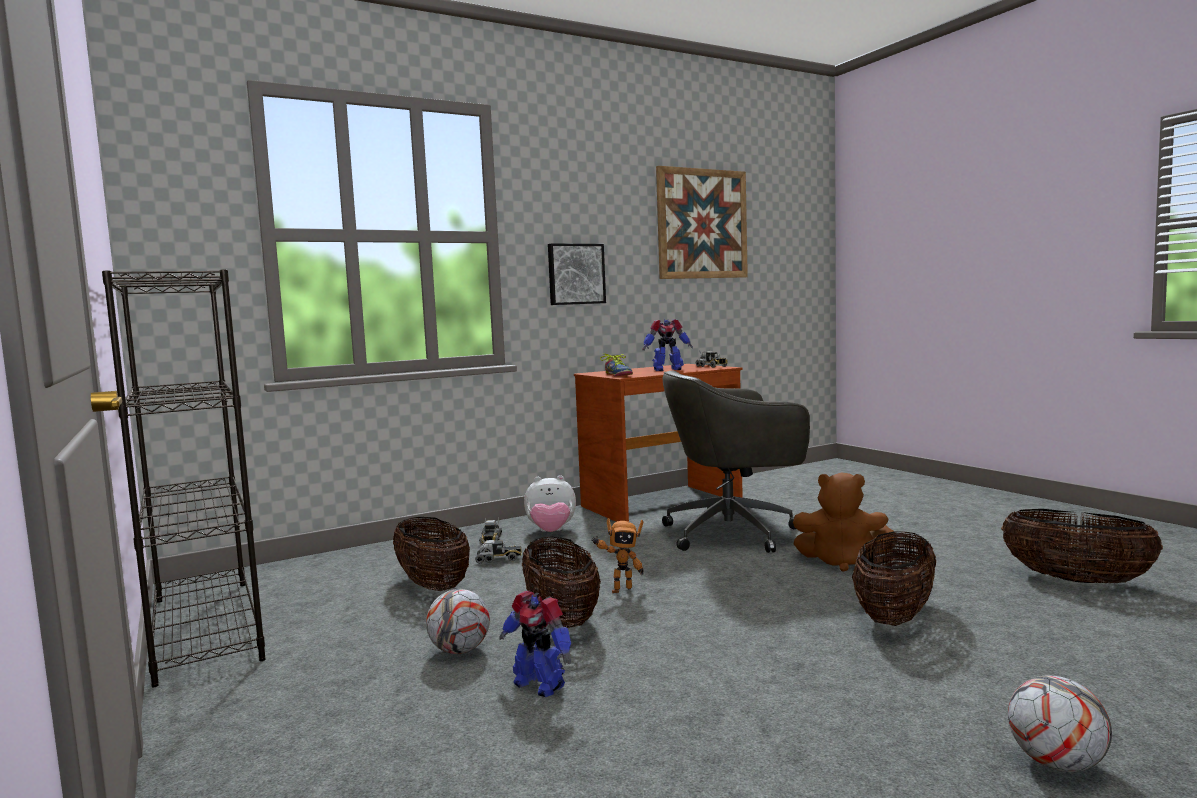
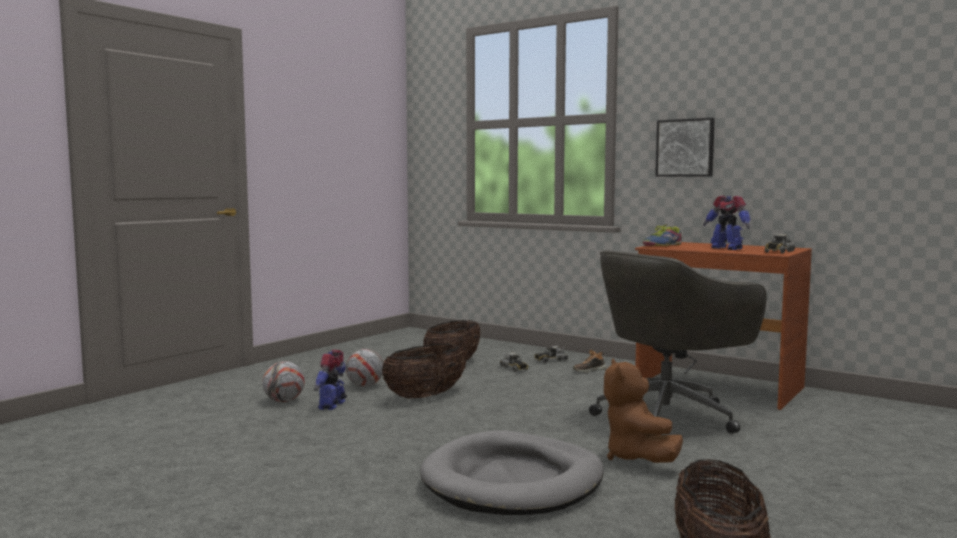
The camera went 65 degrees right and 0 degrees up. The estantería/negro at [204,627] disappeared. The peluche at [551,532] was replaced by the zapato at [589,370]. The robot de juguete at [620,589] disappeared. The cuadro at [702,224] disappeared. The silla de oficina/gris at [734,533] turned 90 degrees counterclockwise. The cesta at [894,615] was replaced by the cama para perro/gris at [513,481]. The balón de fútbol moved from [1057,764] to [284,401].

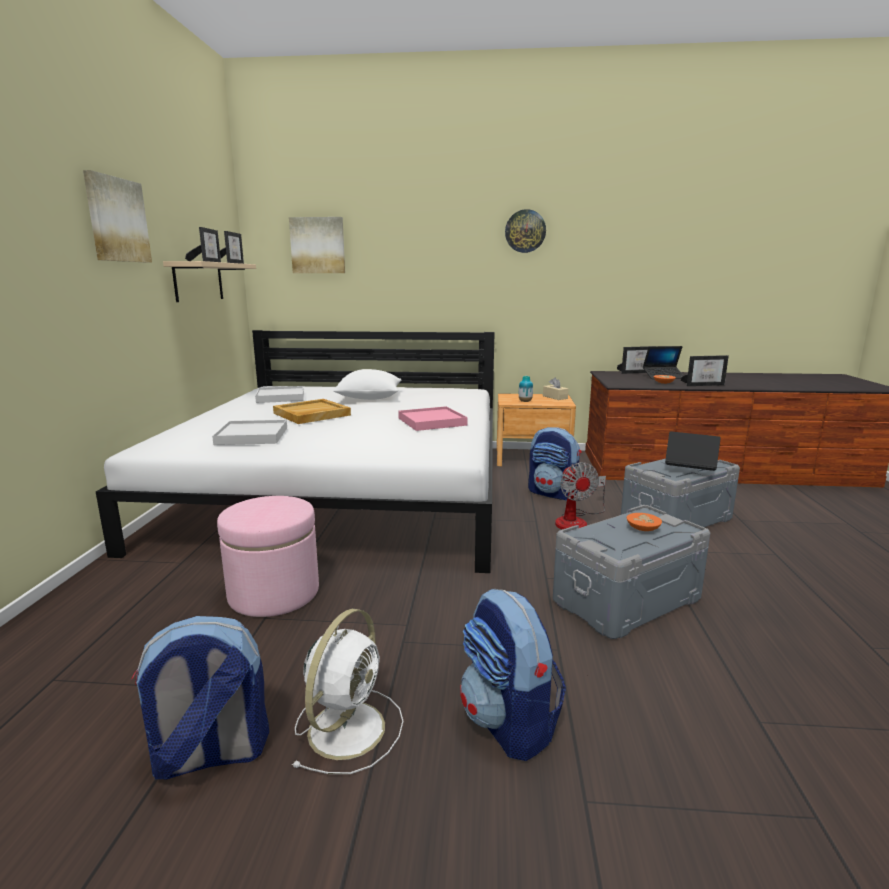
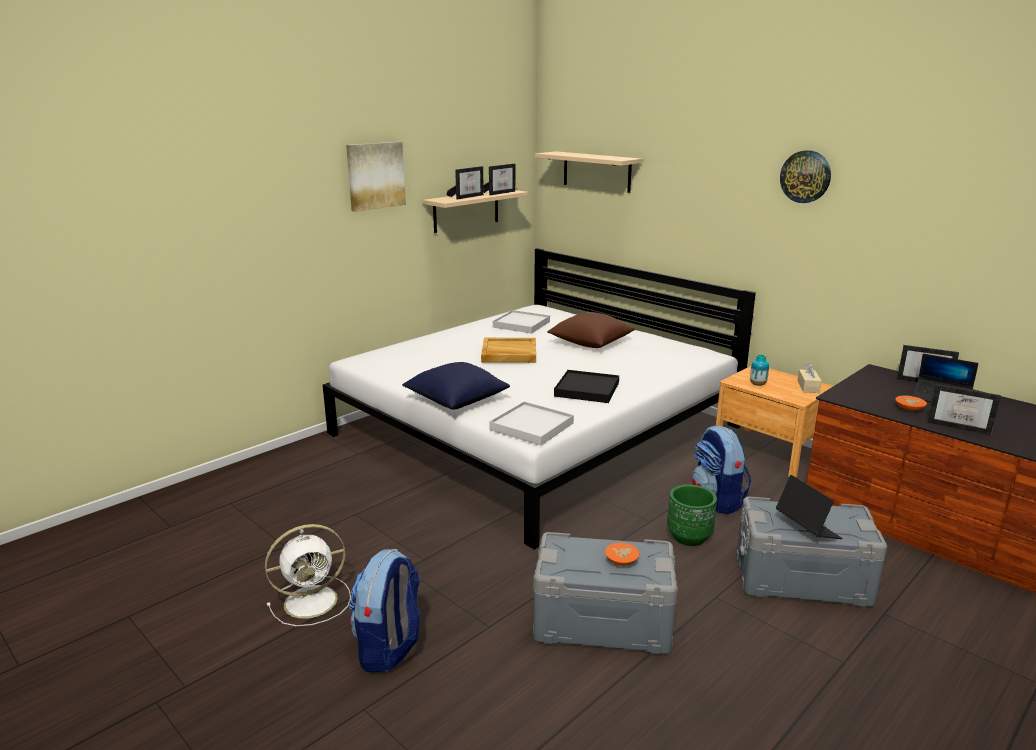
The camera went 40 degrees right and 5 degrees up. The mochila at [210,755] disappeared. The bandeja/blanco moved from [252,436] to [531,426]. The puf/rosa at [274,593] disappeared. The cuadro at [318,245] was replaced by the estante/beis at [596,171]. The cojín/blanco at [369,398] became the cojín/marrón at [590,343]. The bandeja/rosa at [431,422] became the bandeja/negro at [586,389]. The ventilador at [576,521] was replaced by the maceta/verde at [689,537]. The cojín/azul at [456,401] appeared.

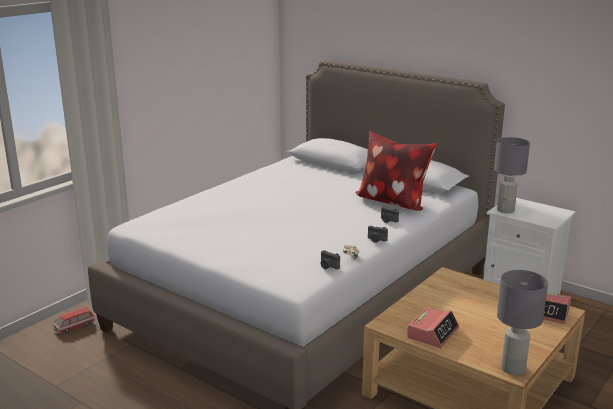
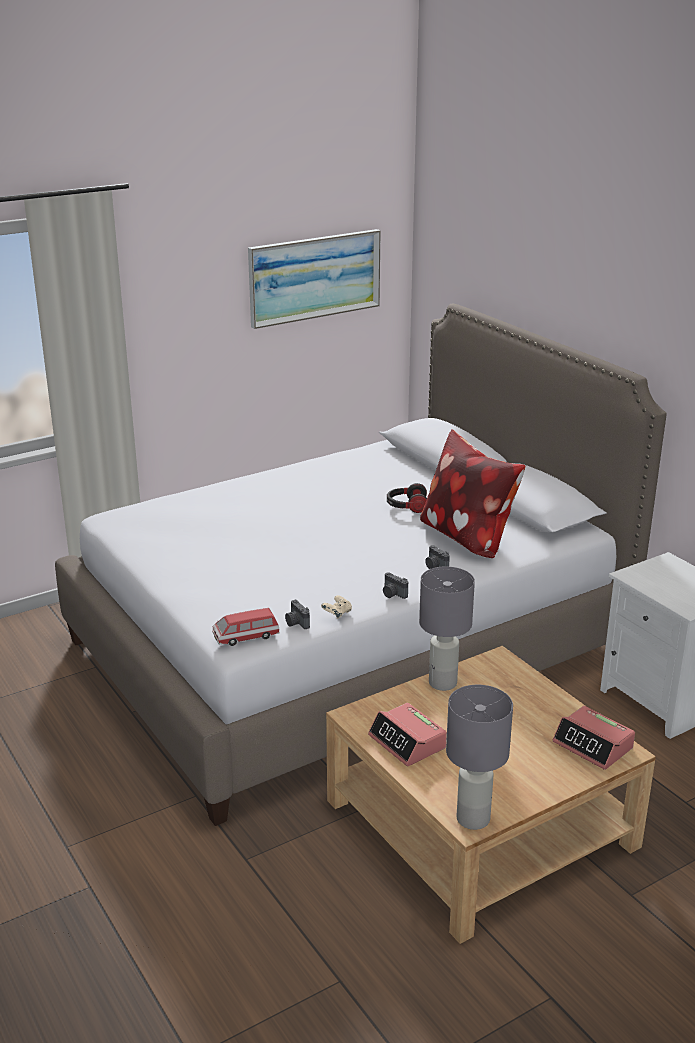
The camera went 20 degrees right and 5 degrees up. The coche de juguete moved from [74,326] to [246,637]. The despertador at [433,333] turned 90 degrees clockwise. The lámpara de mesa/gris moved from [506,210] to [442,683]. The cuadro at [314,277] appeared. The auriculares at [406,507] appeared.

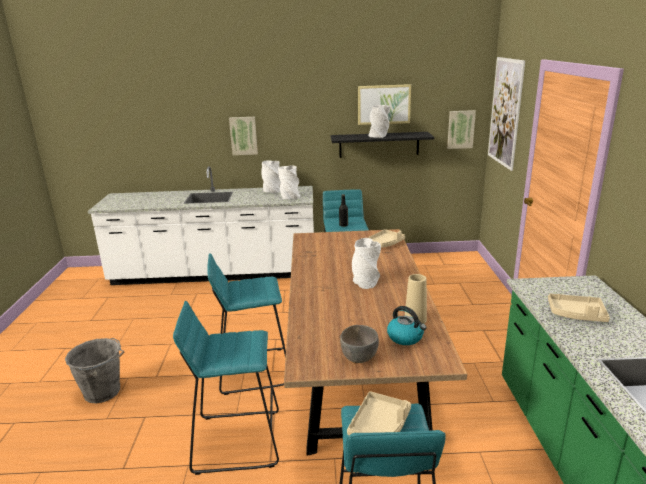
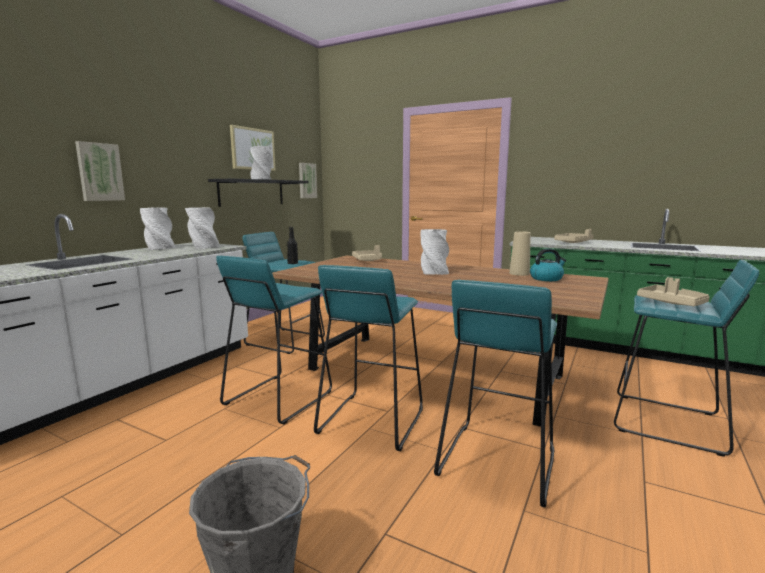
The camera went 60 degrees left and 10 degrees down. The cuenco/gris at [359,357] disappeared. The cuadro at [505,112] disappeared. The taburete/turquesa at [277,398] appeared.

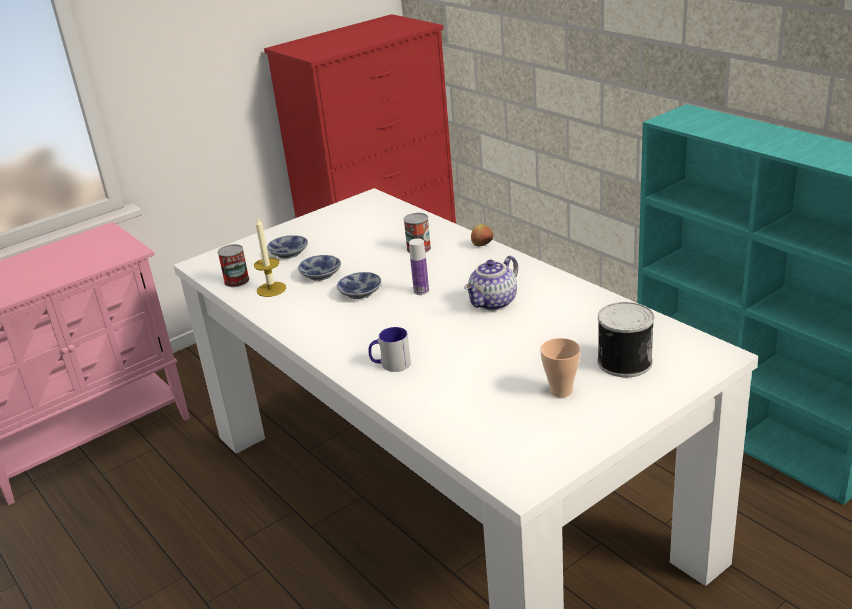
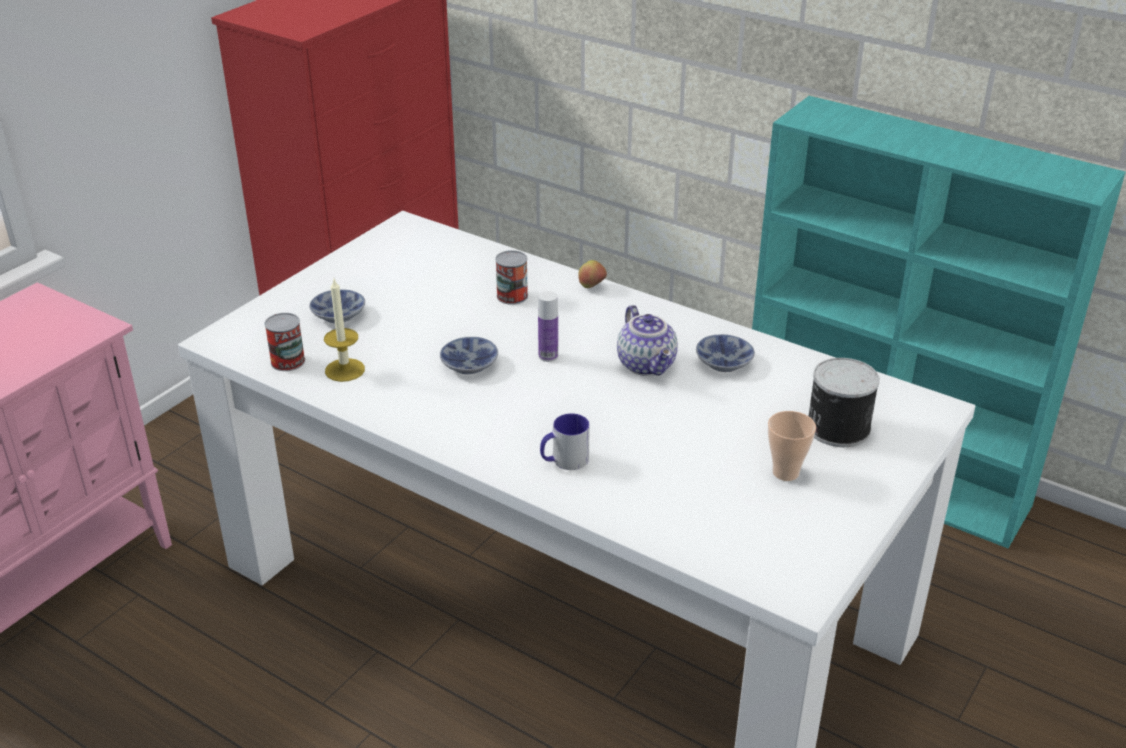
The camera went 20 degrees left and 5 degrees up. The cuenco moved from [319,274] to [721,362]. The tetera at [494,303] turned 45 degrees counterclockwise.

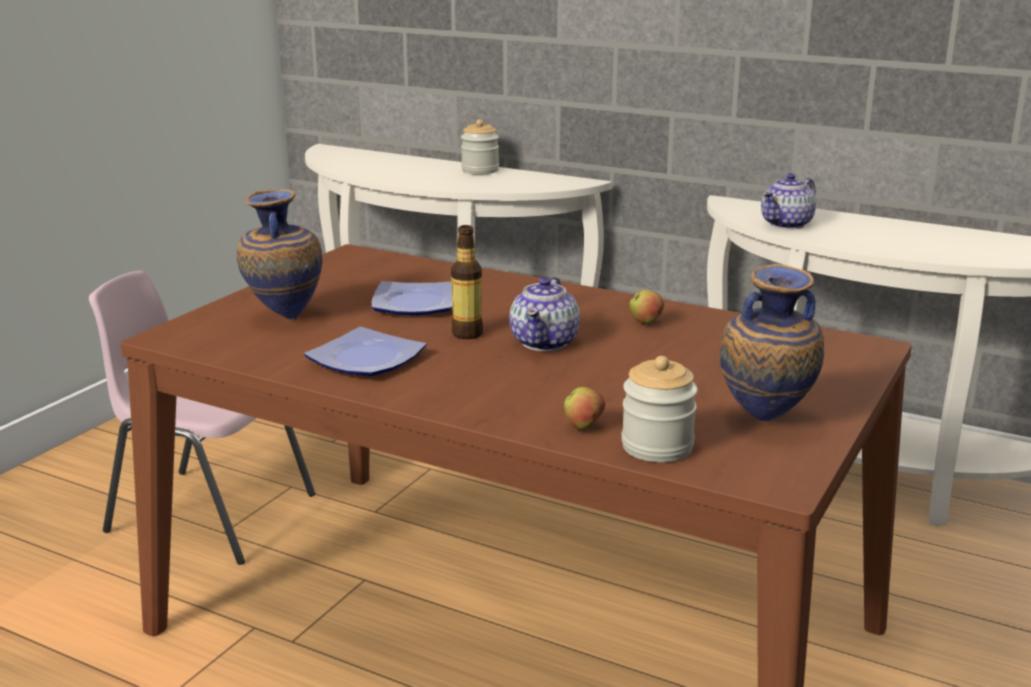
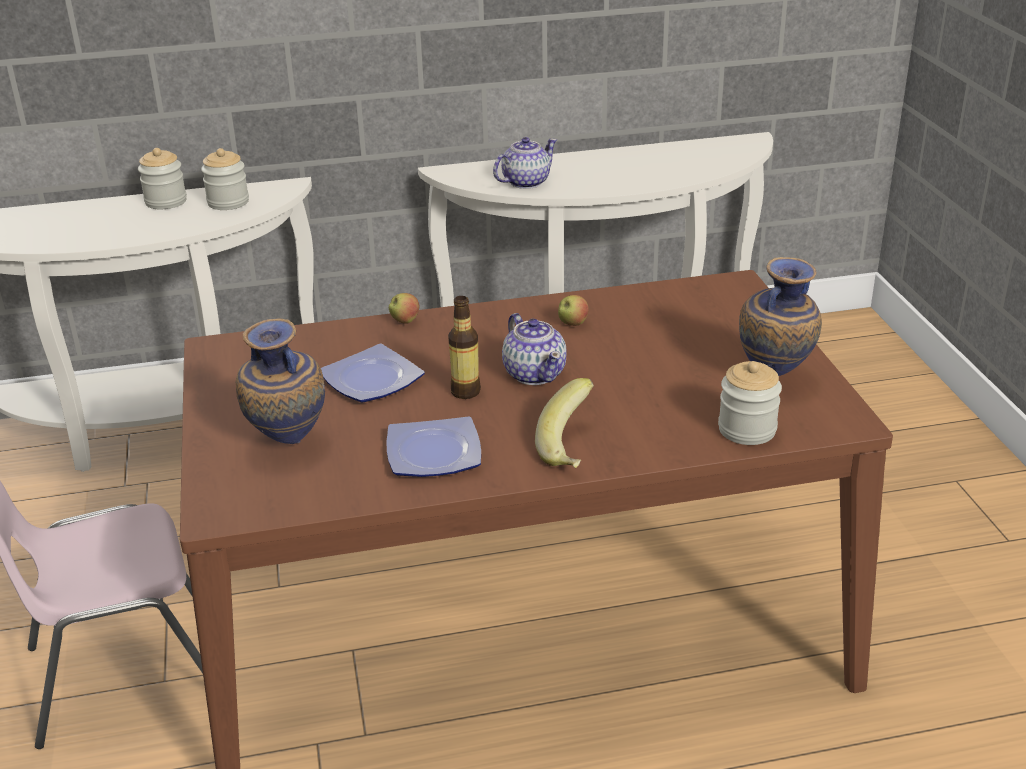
The camera went 40 degrees left and 10 degrees up. The manzana moved from [583,427] to [405,321]. The tetera at [787,224] turned 135 degrees counterclockwise. The tarro at [228,202] appeared. The plátano at [573,448] appeared.

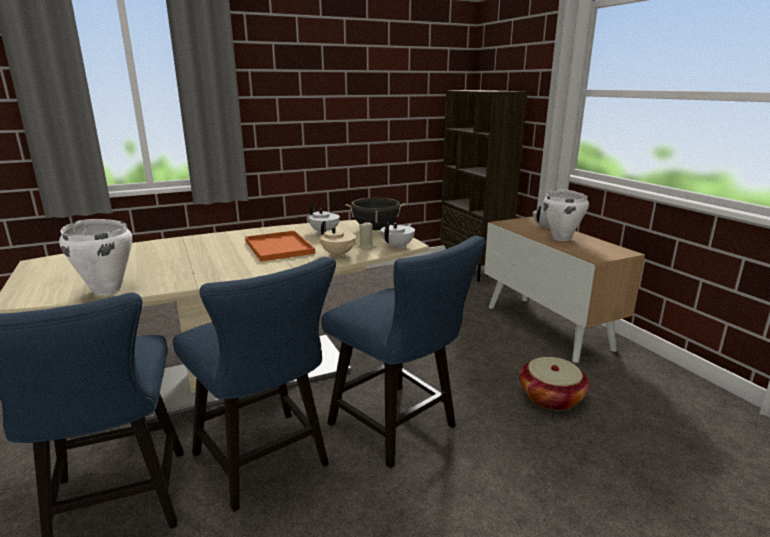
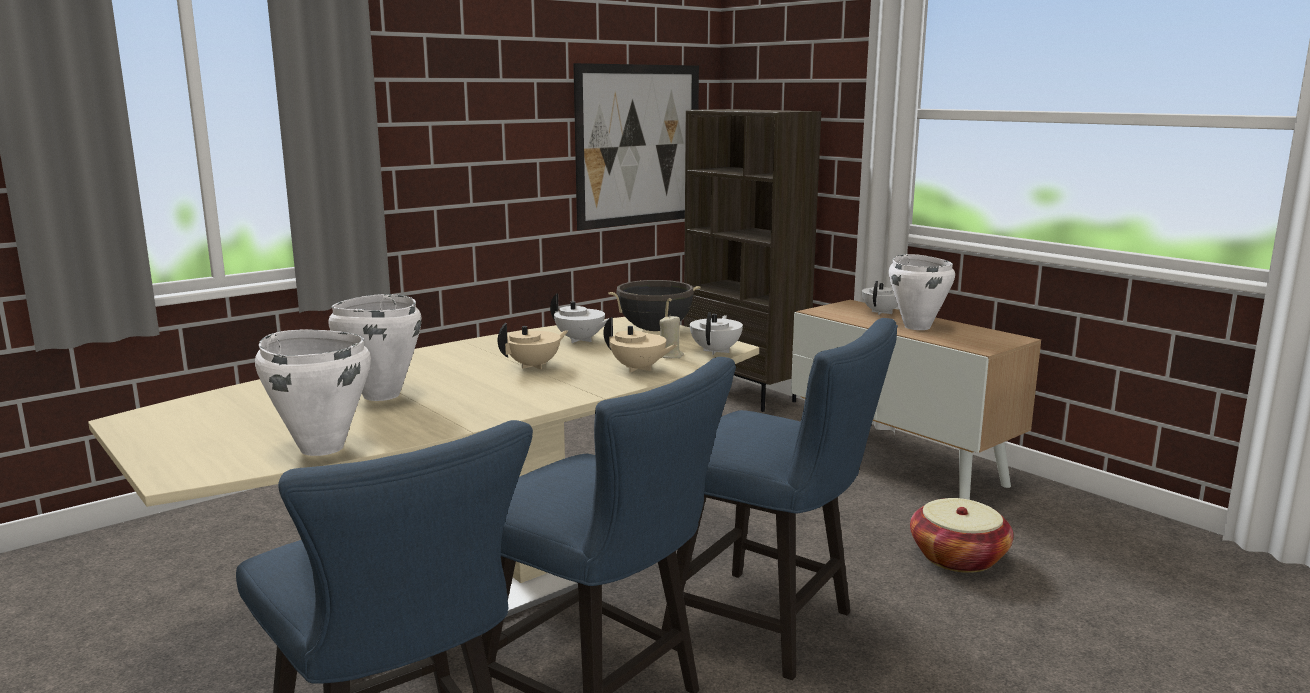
The camera went 15 degrees left and 5 degrees down. The bandeja/naranja at [280,247] was replaced by the tetera/beis at [534,366]. The olla/blanco at [380,395] appeared. The cuadro at [638,145] appeared.

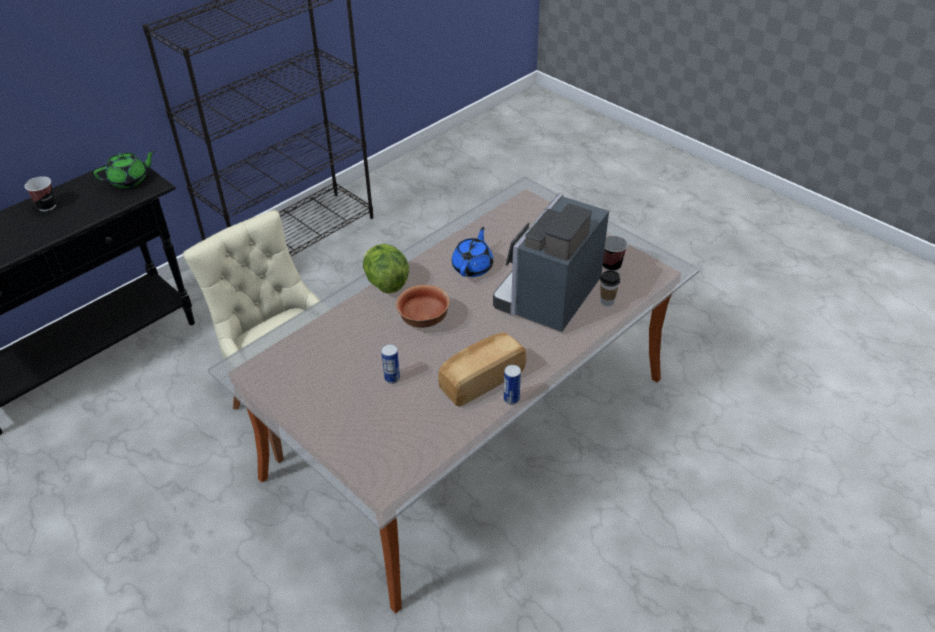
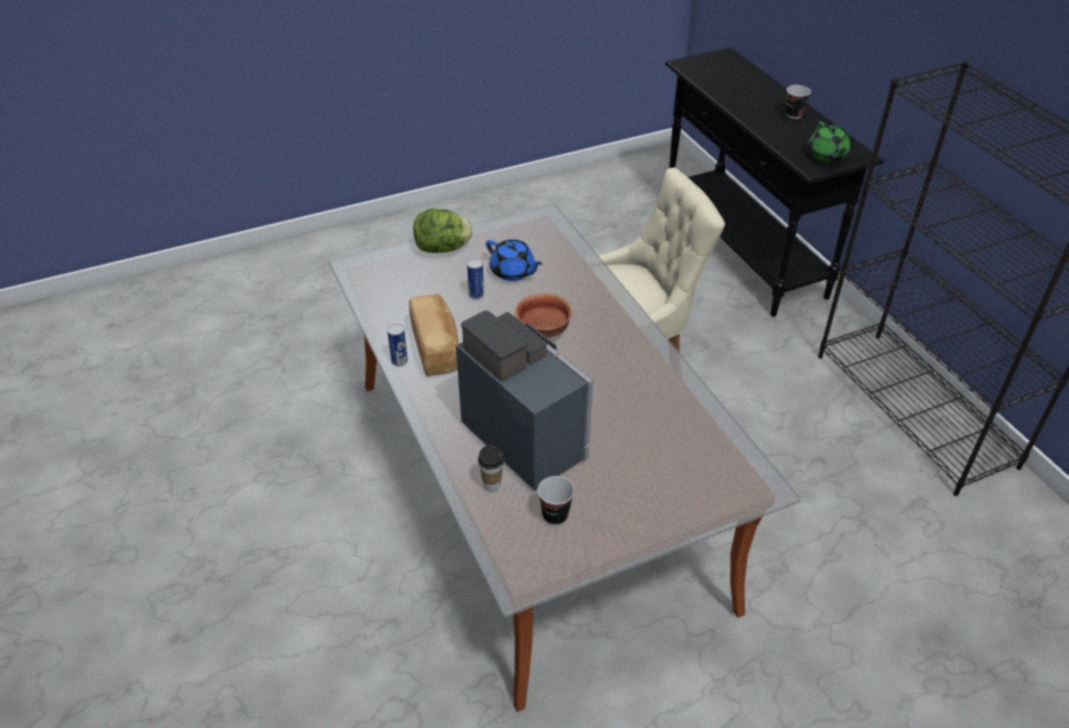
The camera went 110 degrees right and 0 degrees up. The lechuga moved from [386,283] to [443,249]. The tetera/azul moved from [473,267] to [513,272].

